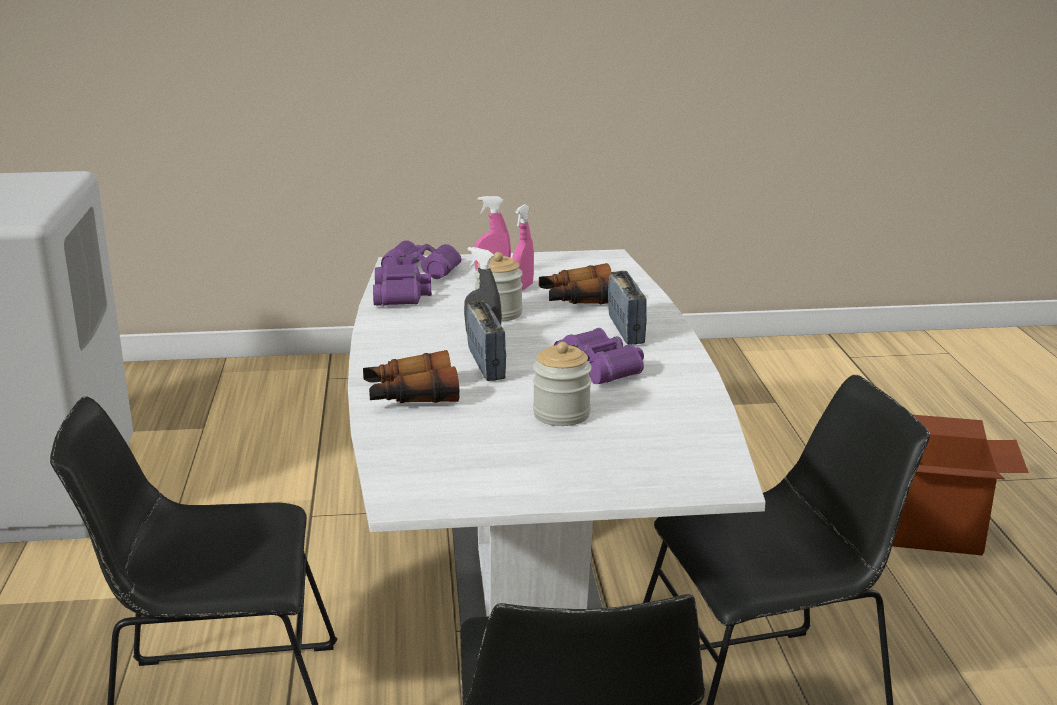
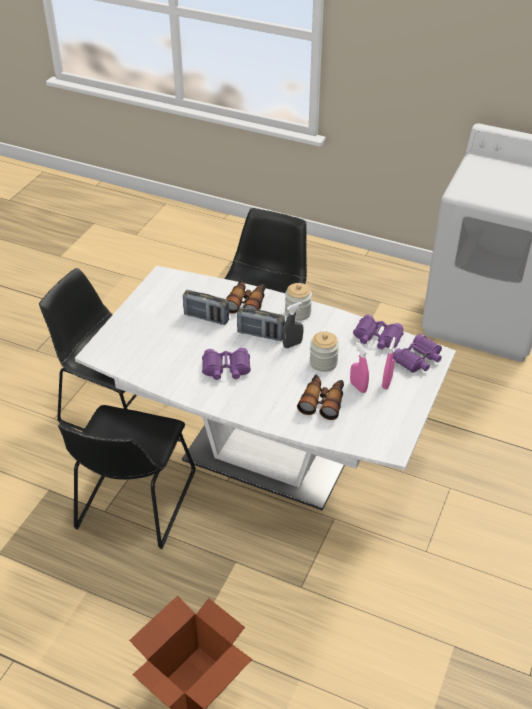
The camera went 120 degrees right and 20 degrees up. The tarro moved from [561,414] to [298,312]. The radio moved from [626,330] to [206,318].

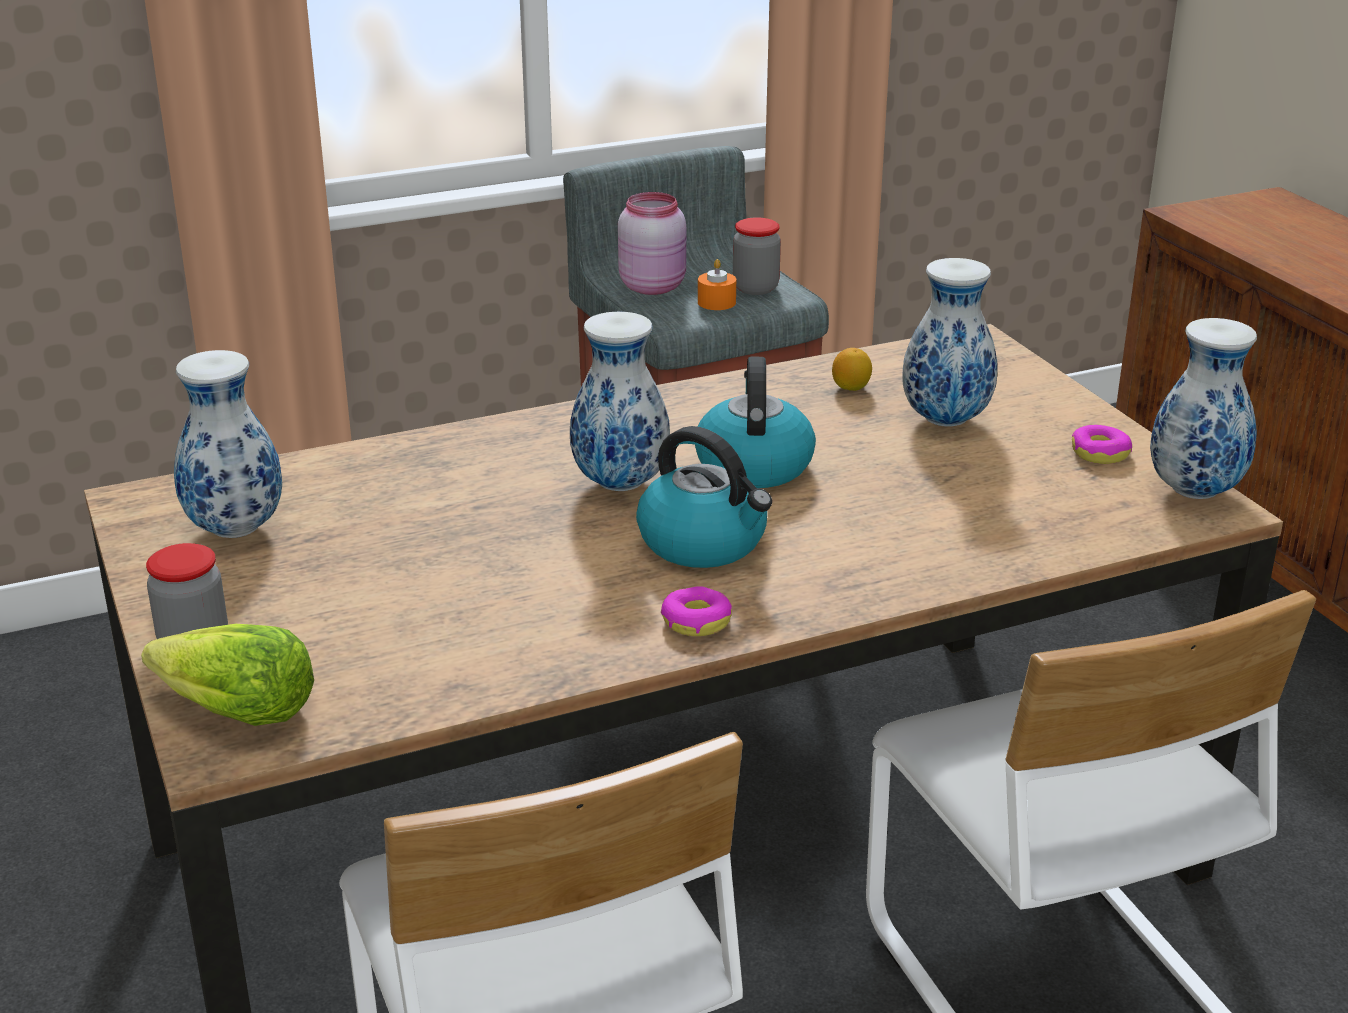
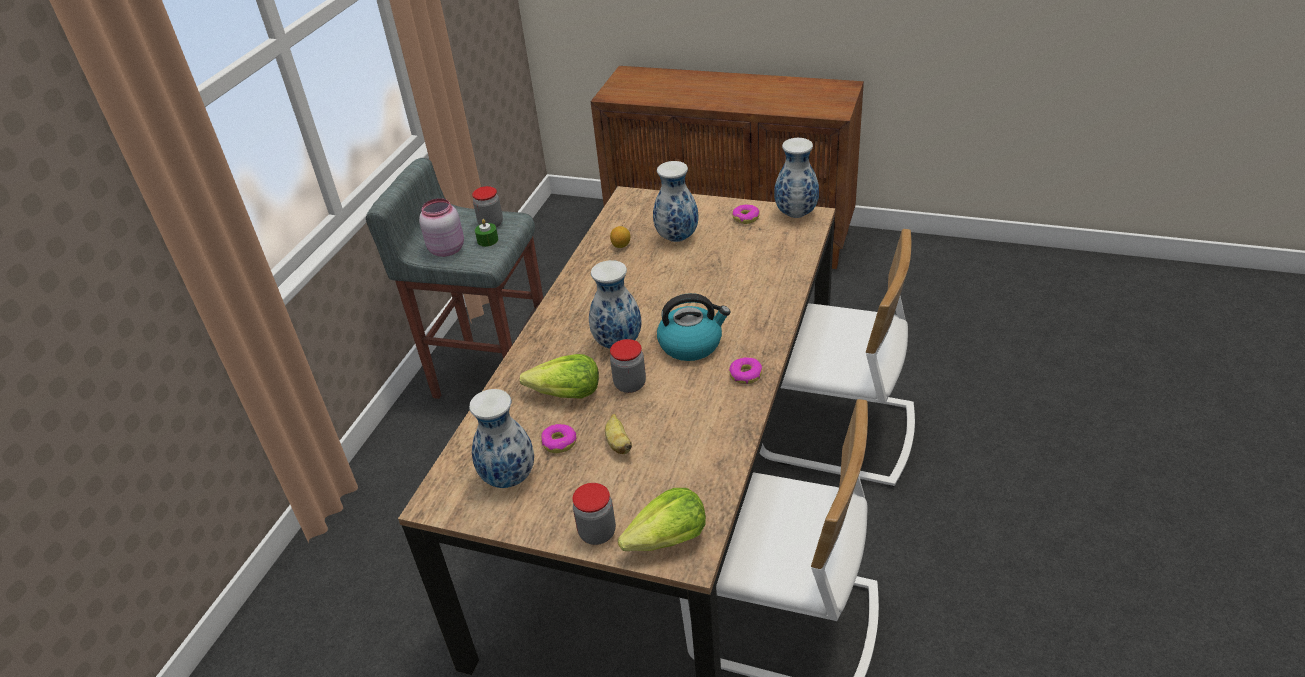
The camera went 45 degrees left and 10 degrees up. The hervidor at [753,465] disappeared. The vela/naranja at [716,302] became the vela/verde at [487,240]. The lechuga at [566,394] appeared. The rosquilla at [559,442] appeared. The plátano at [618,444] appeared. The tarro at [630,384] appeared.

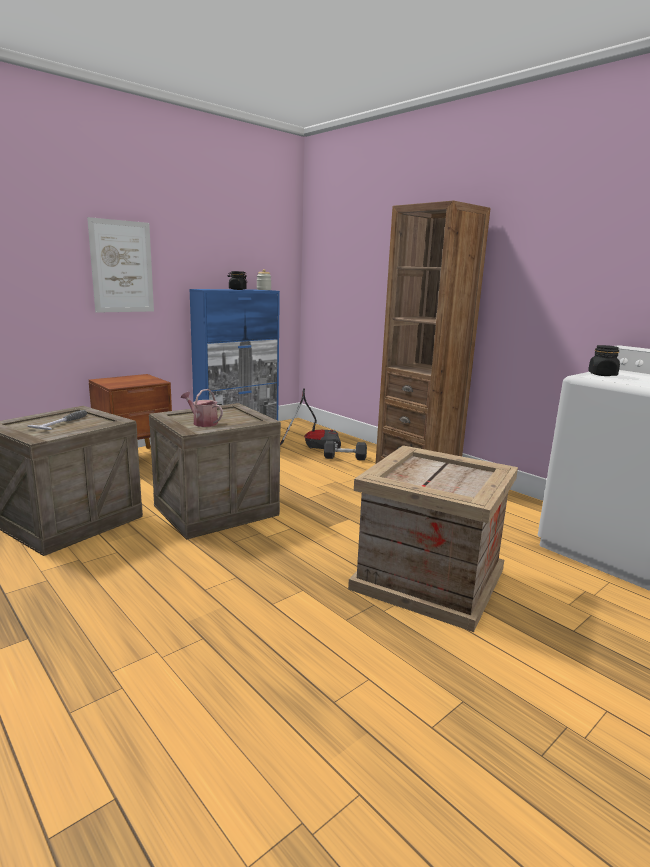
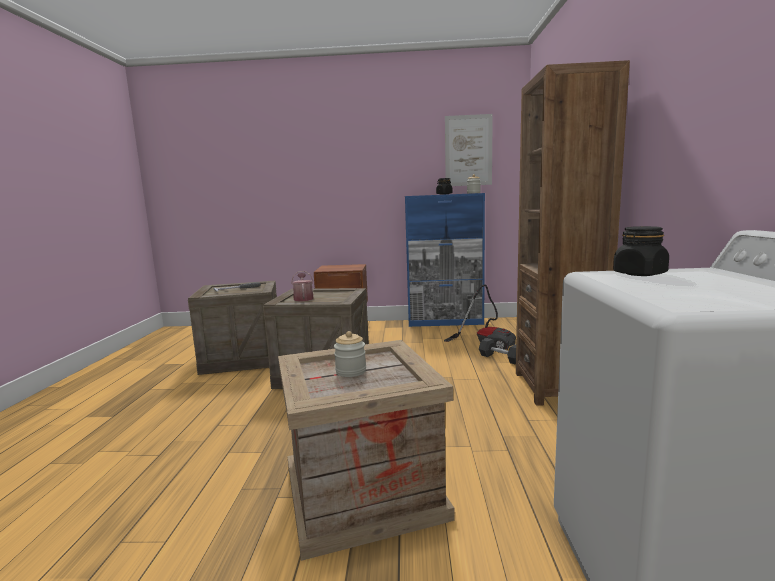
The camera went 45 degrees right and 5 degrees down. The cuadro moved from [122,267] to [468,150]. The tarro at [351,371] appeared.

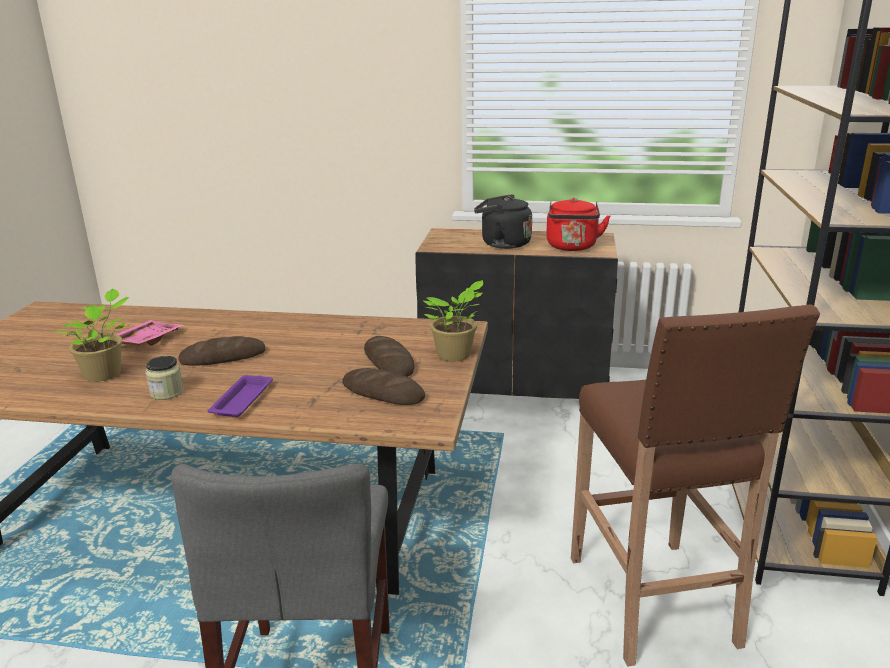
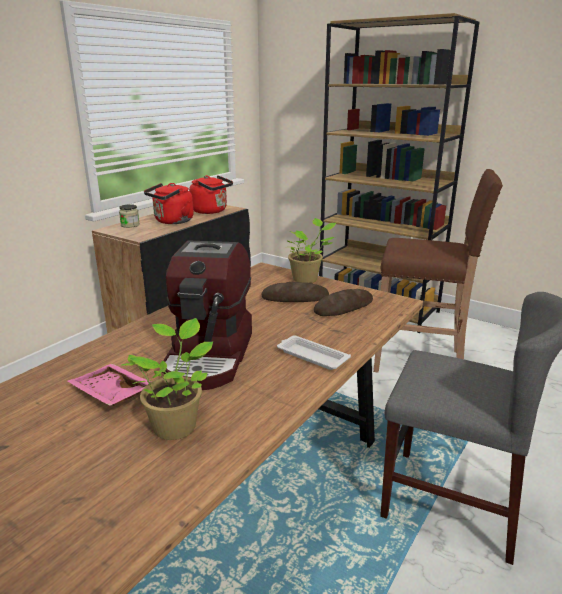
The camera went 65 degrees left and 0 degrees up. The tarro moved from [167,392] to [130,225]. The pan at [223,357] was replaced by the cafetera at [211,356]. The bandeja/morado at [243,399] became the bandeja/blanco at [311,356]. The hervidor/negro at [502,244] became the hervidor/rojo at [172,221].

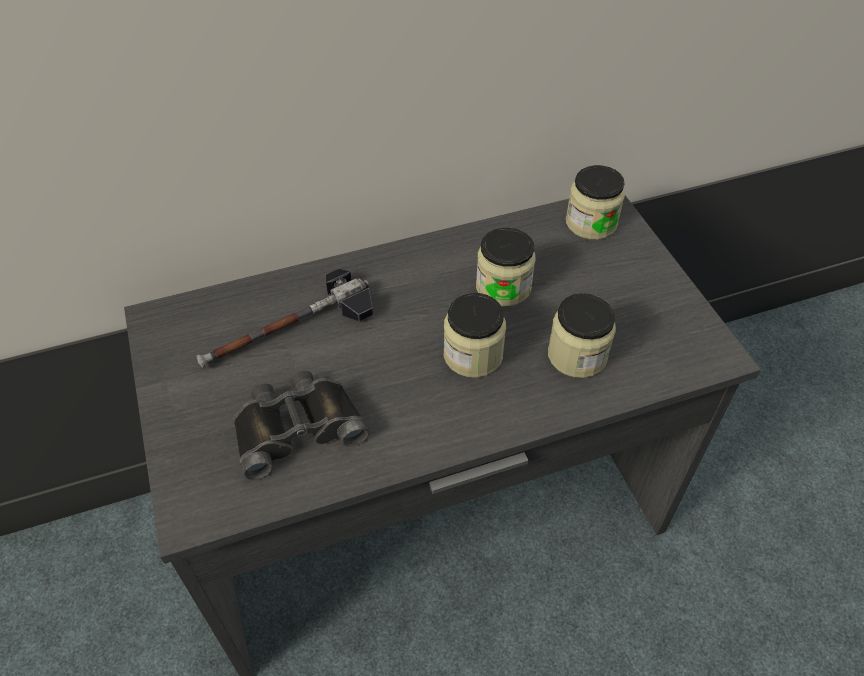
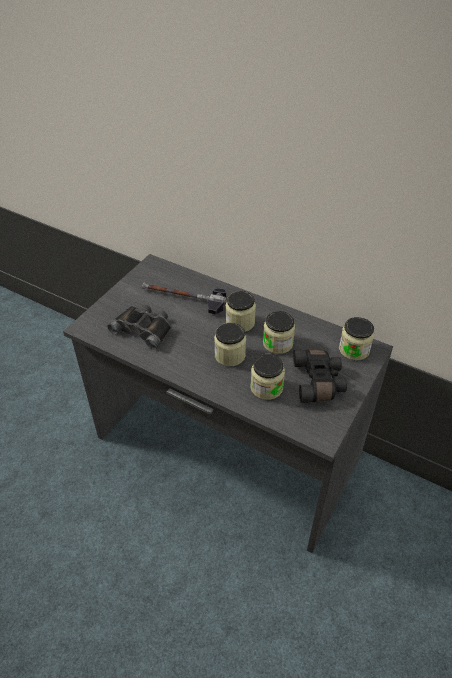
The camera went 50 degrees right and 5 degrees down. The tarro at [240,322] appeared. The prismáticos/negro at [319,382] appeared.

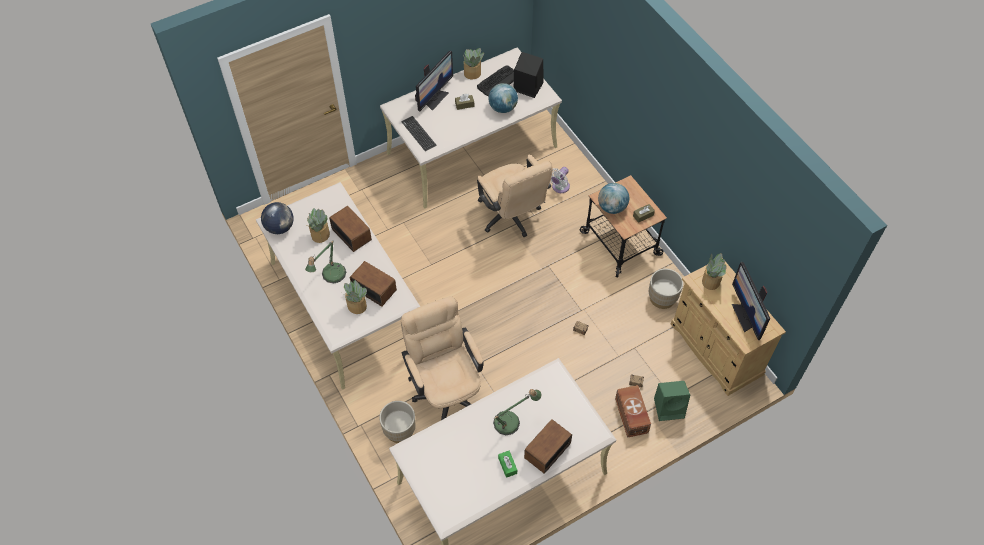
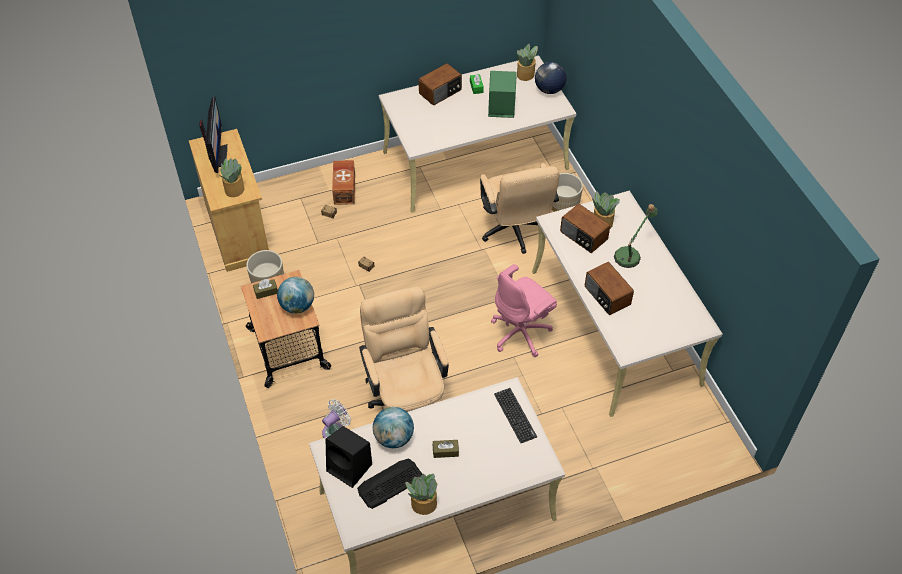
The camera went 170 degrees left and 5 degrees down. The globo terráqueo moved from [280,227] to [549,90]. The planta en maceta moved from [320,235] to [526,74]. The monitor at [434,98] disappeared. The lámpara de mesa at [511,422] disappeared. The altavoz/verde moved from [670,408] to [500,109]. The silla de oficina/rosa at [521,333] appeared.

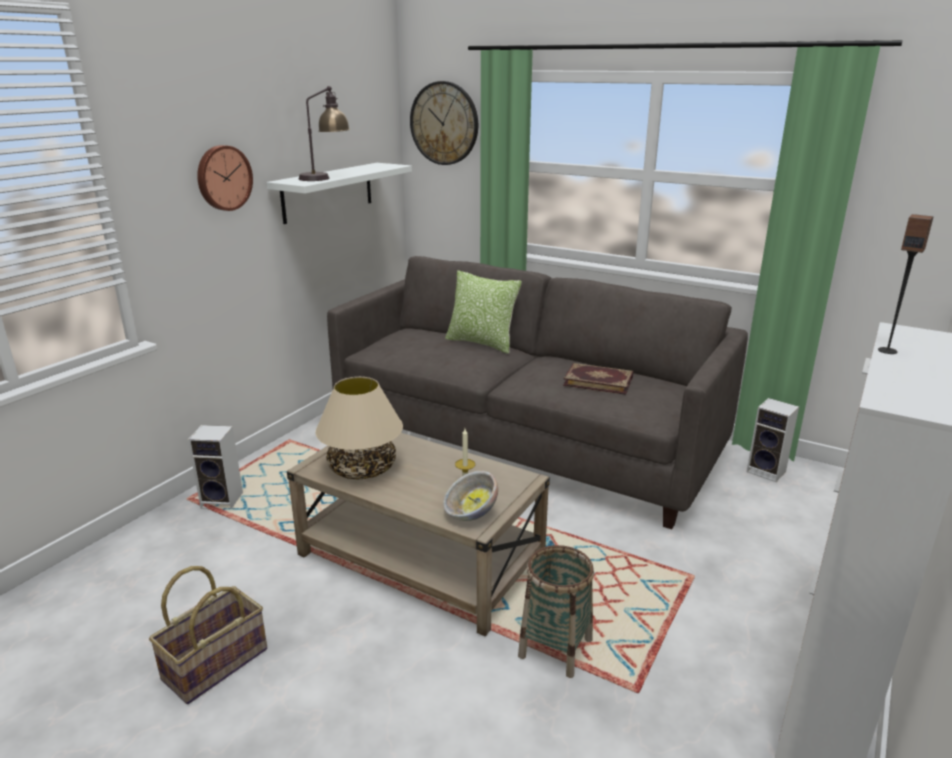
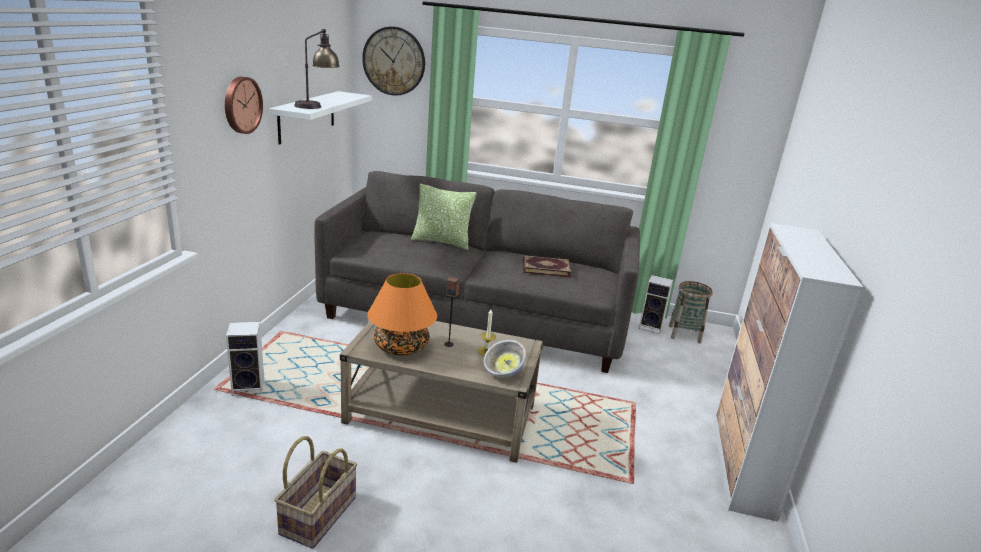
The camera went 20 degrees left and 0 degrees up. The lámpara de mesa/beis at [362,469] became the lámpara de mesa/naranja at [401,347]. The cesta moved from [555,648] to [684,334]. The altavoz moved from [887,350] to [449,344].

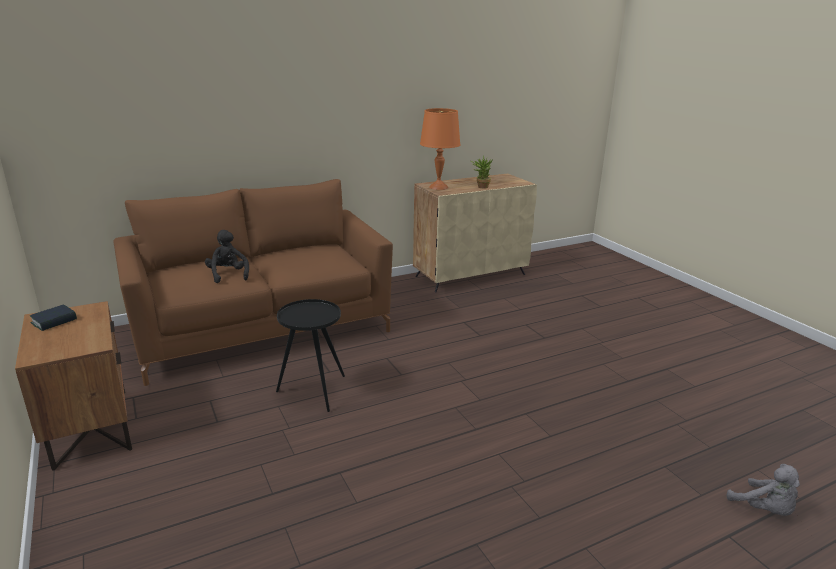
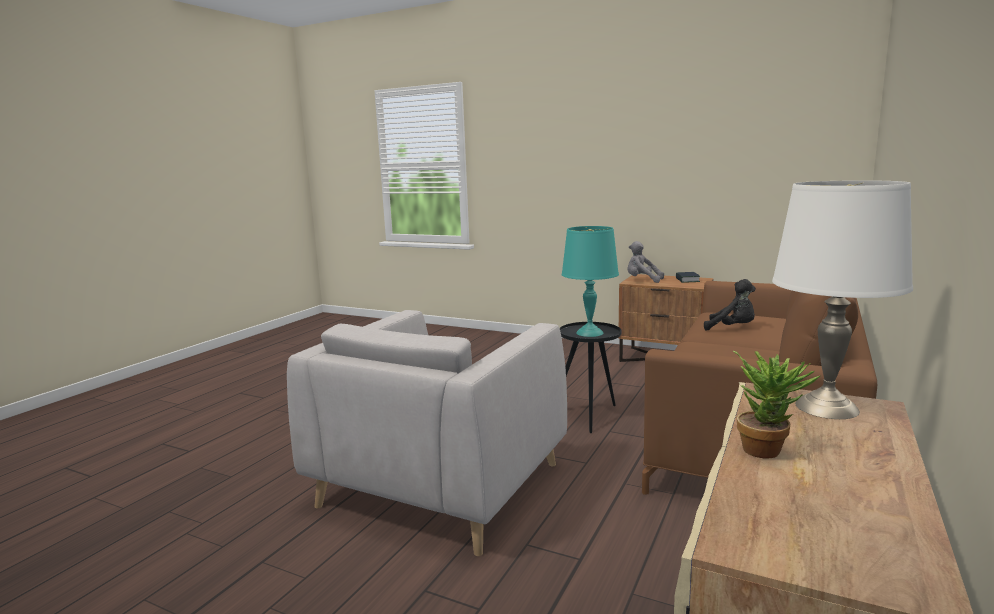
The camera went 145 degrees right and 10 degrees down. The lámpara de mesa/naranja at [438,187] became the lámpara de mesa/blanco at [827,407]. The peluche/gris moved from [764,509] to [642,280]. The sillón/gris at [441,485] appeared. The lámpara de mesa/turquesa at [590,333] appeared.

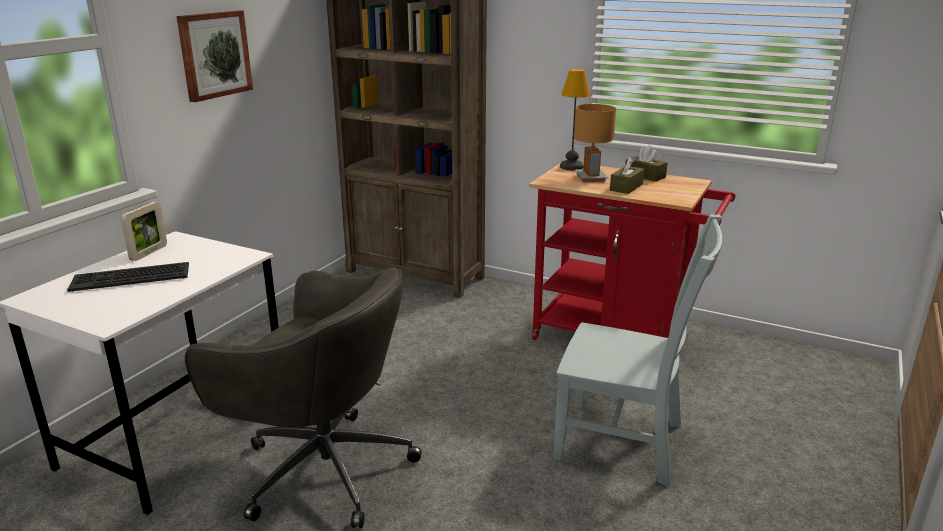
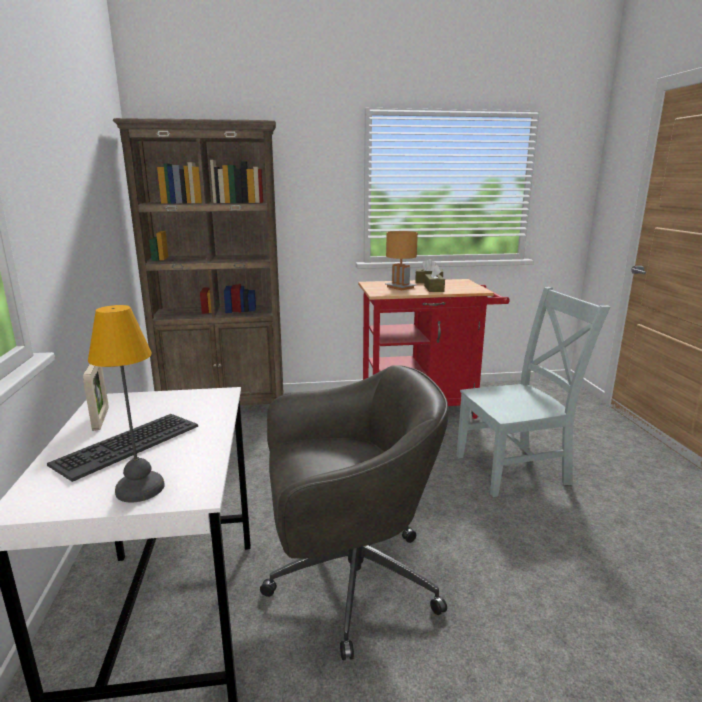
The camera went 35 degrees left and 5 degrees down. The cuadro at [214,54] disappeared. The lámpara de mesa moved from [571,166] to [138,488].

